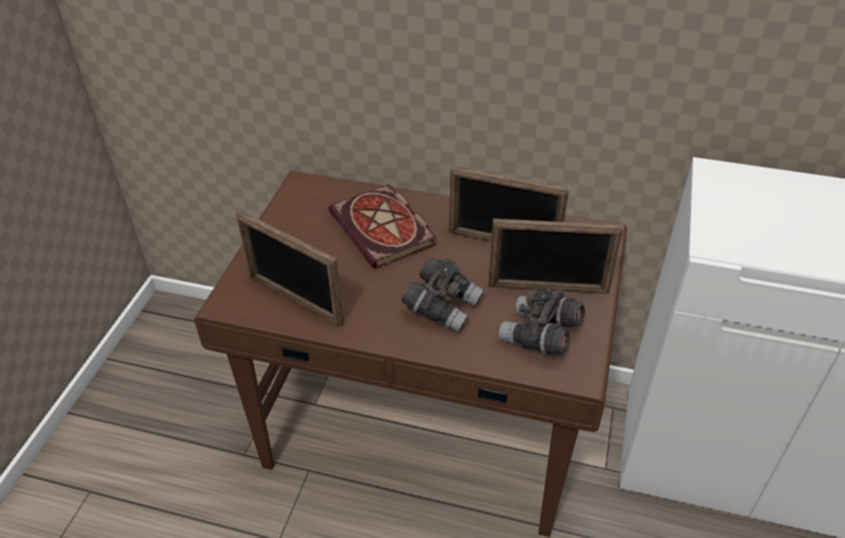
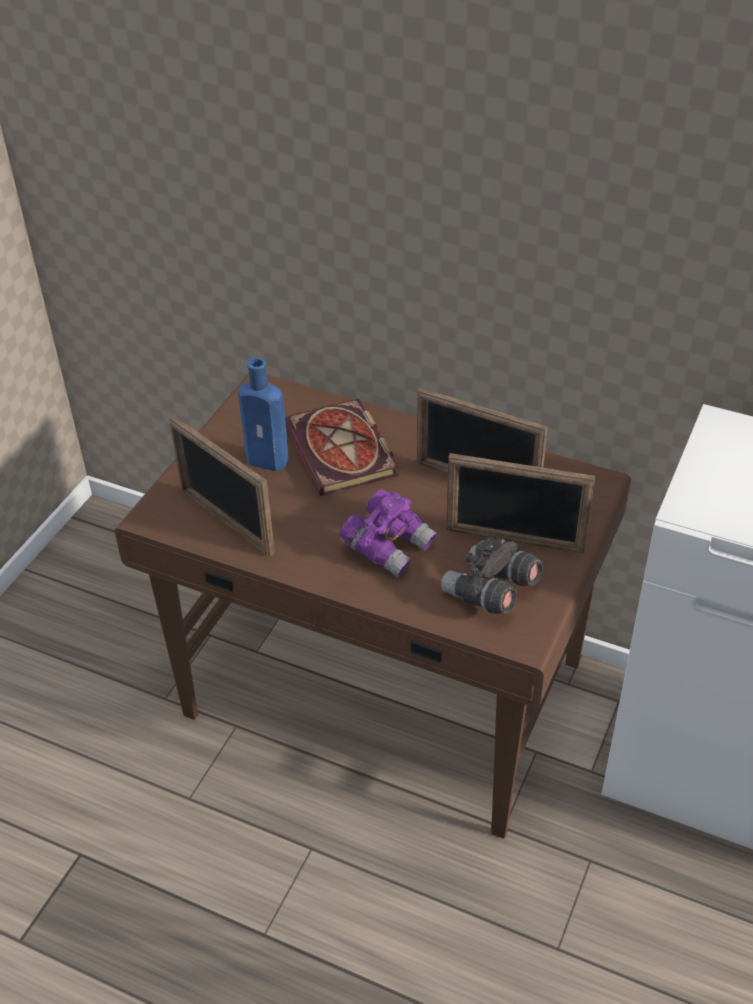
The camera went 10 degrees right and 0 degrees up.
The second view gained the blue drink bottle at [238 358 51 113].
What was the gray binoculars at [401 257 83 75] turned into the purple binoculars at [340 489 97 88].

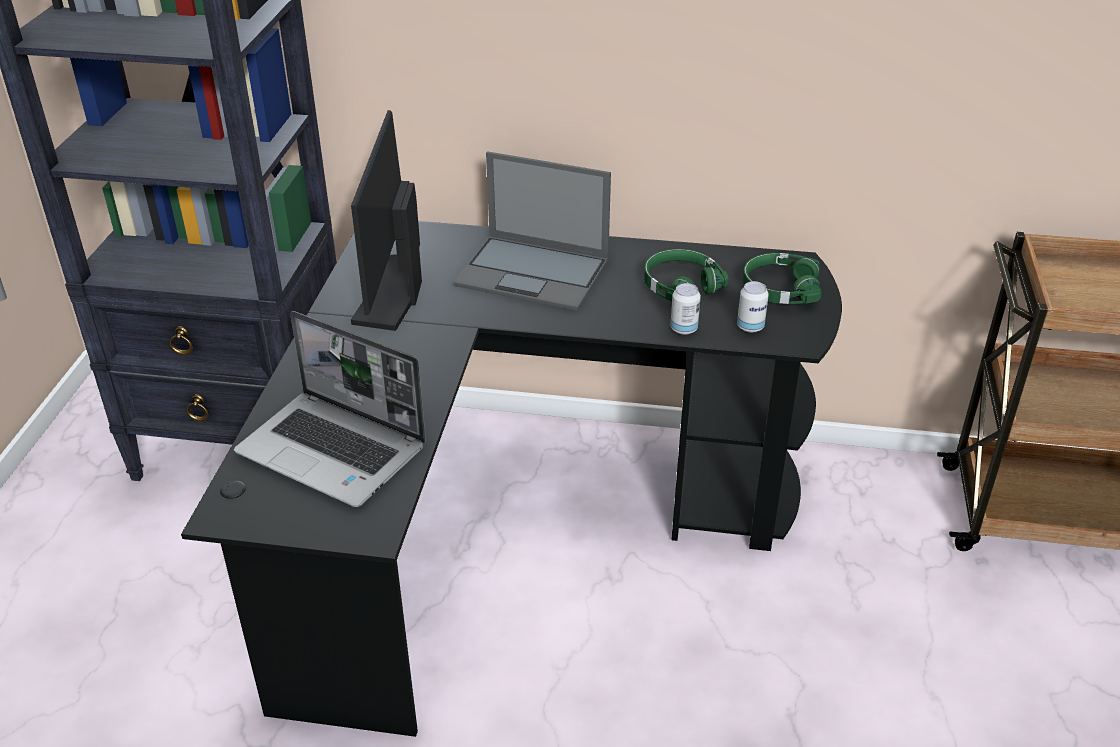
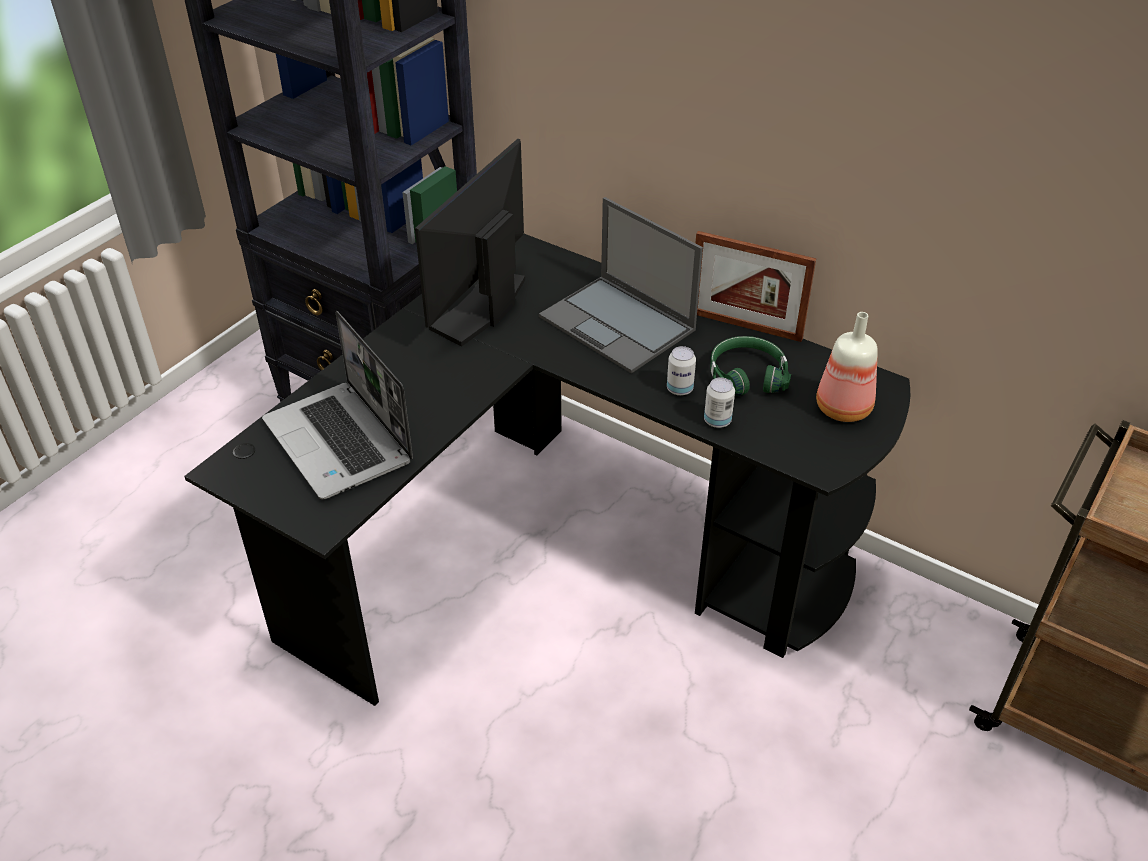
The camera went 25 degrees right and 5 degrees up.
The metal can ended up elsewhere, having gone from [737 281 32 52] to [667 346 29 50].
The second view gained the photo frame at [696 231 120 111].
Where the greenish pair of headphones stood at [743 253 79 51], the drink bottle came to stand at [816 312 62 110].

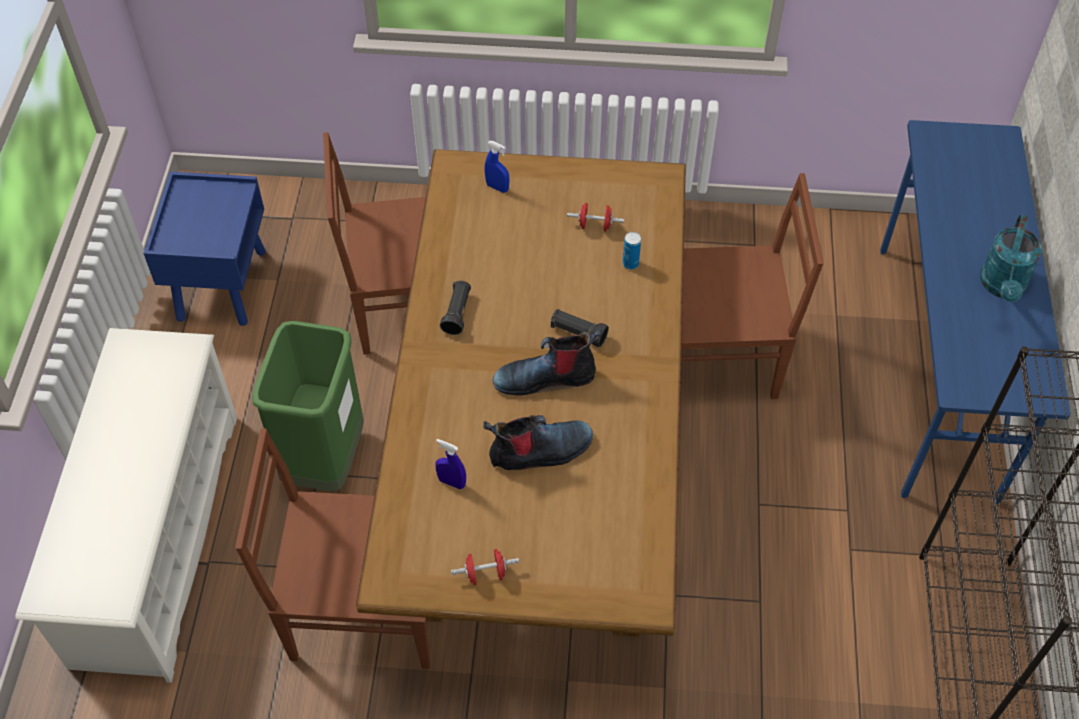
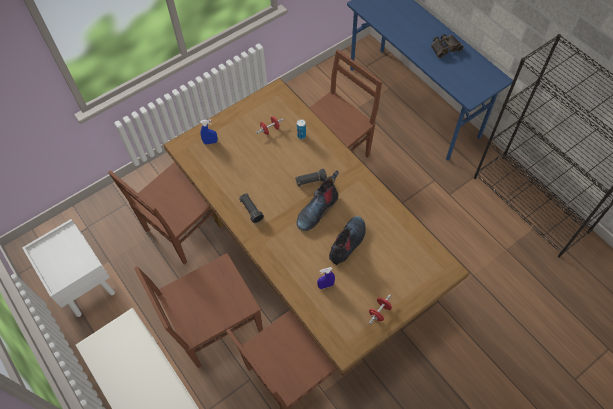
The camera went 40 degrees left and 5 degrees up.
What was the blue night table at [143 172 123 154] turned into the whitish night table at [22 219 93 98].
Where the greenish waste bin stood at [252 321 112 170], the brown chair came to stand at [134 253 129 115].
Where the turquoise-coloured watering can stood at [980 214 62 88], the binoculars came to stand at [431 34 33 24].

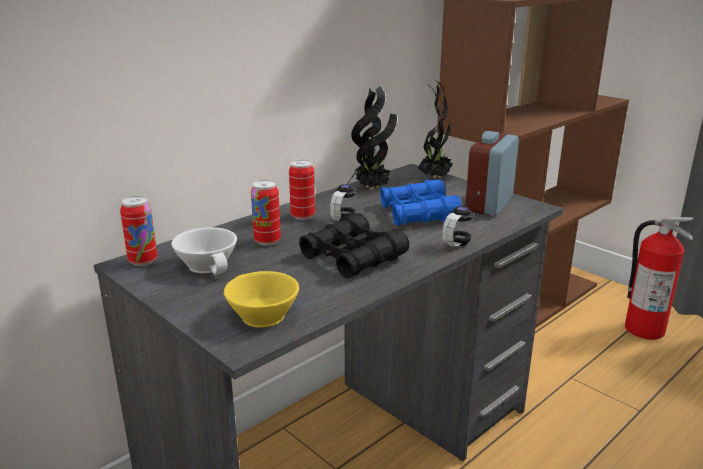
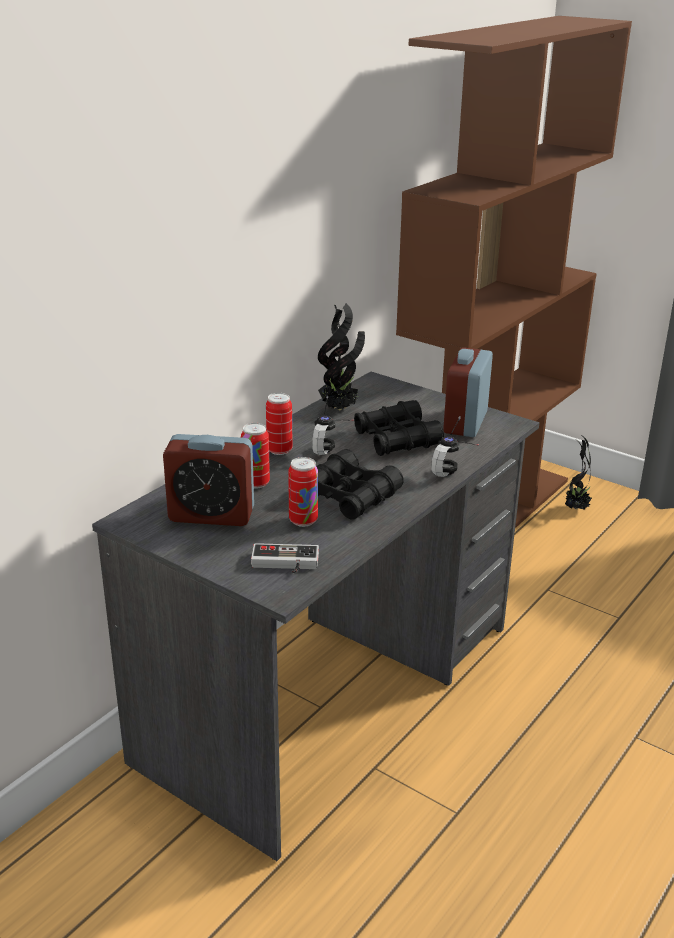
The camera went 10 degrees left and 5 degrees up.
Where the whitish drinking cup stood at [171 227 66 48], the bedside clock came to stand at [163 434 91 92].
Where the yellow drinking cup stood at [224 271 75 57], the gamepad came to stand at [251 543 68 30].
The metal can ended up elsewhere, having gone from [120 196 37 70] to [288 457 30 70].
What was the blue binoculars at [380 179 82 47] turned into the blackish binoculars at [354 400 90 56].
The potted plant ended up elsewhere, having gone from [418 81 35 97] to [565 437 27 73].
The second view lost the fire extinguisher at [625 217 69 123].

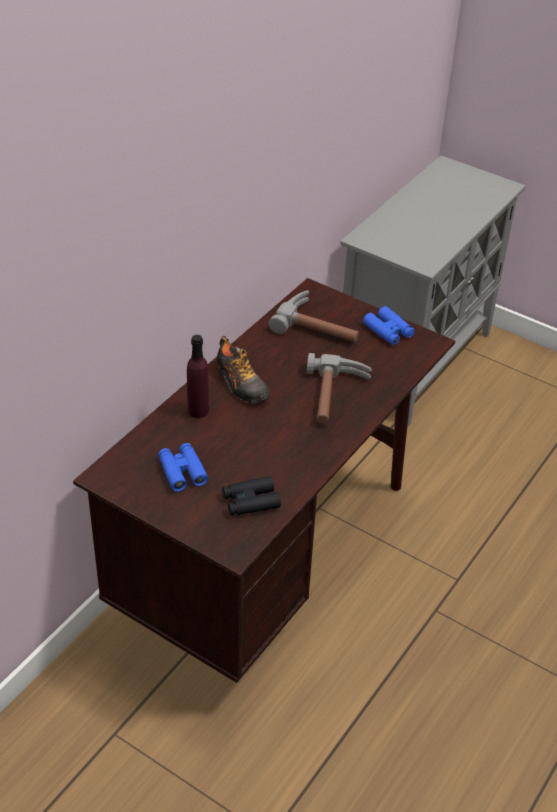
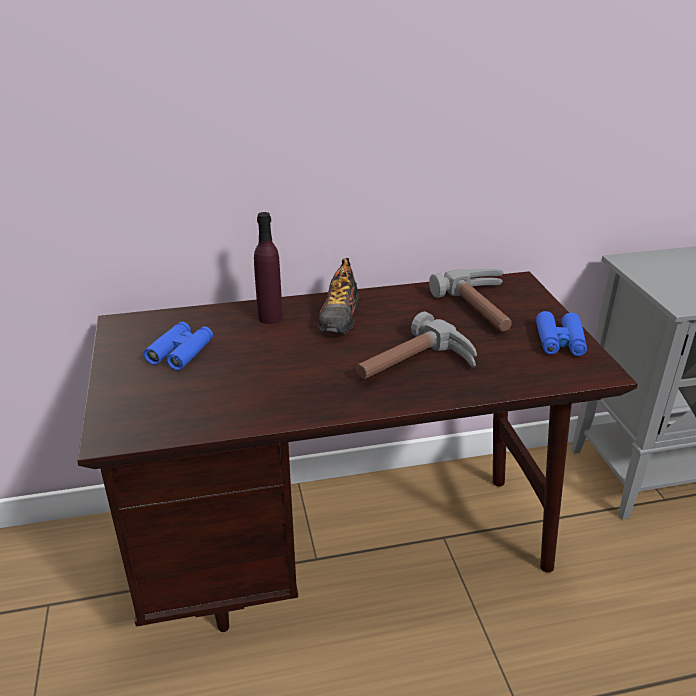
The camera went 45 degrees right and 10 degrees down.
The second view lost the blackish binoculars at [222 476 59 40].

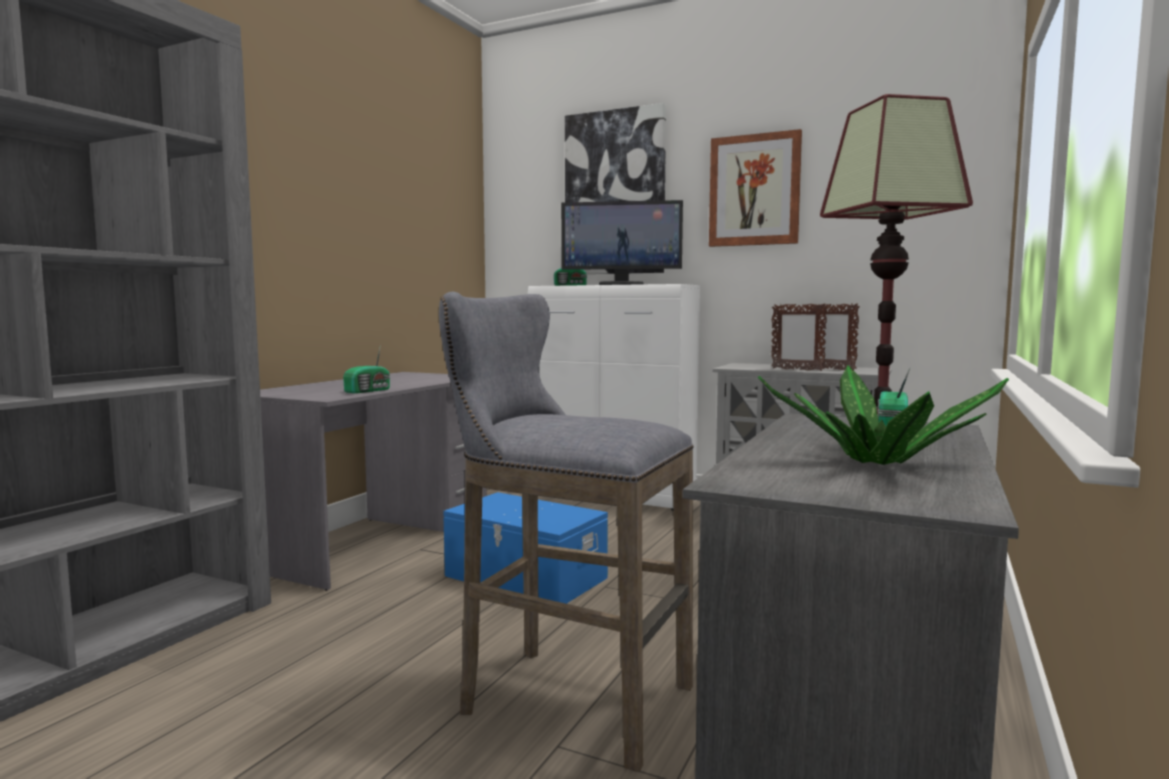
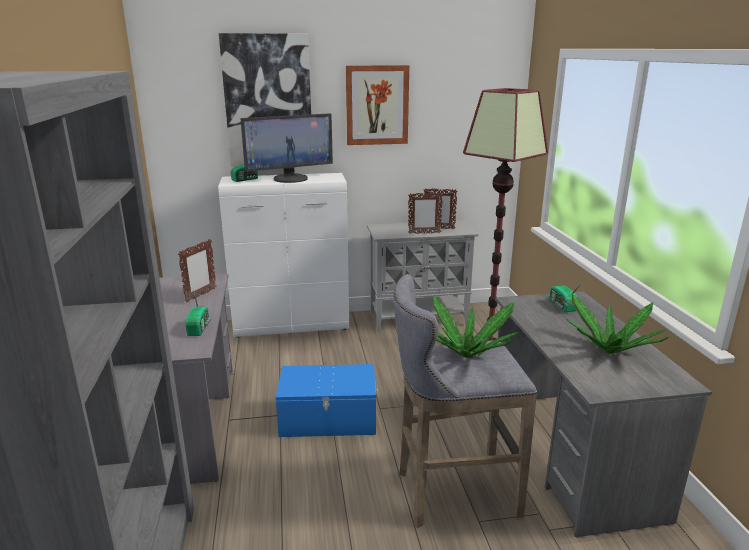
The camera went 35 degrees left and 15 degrees up.
The second view gained the photo frame at [178 239 38 64].
The second view gained the potted plant at [433 295 86 63].

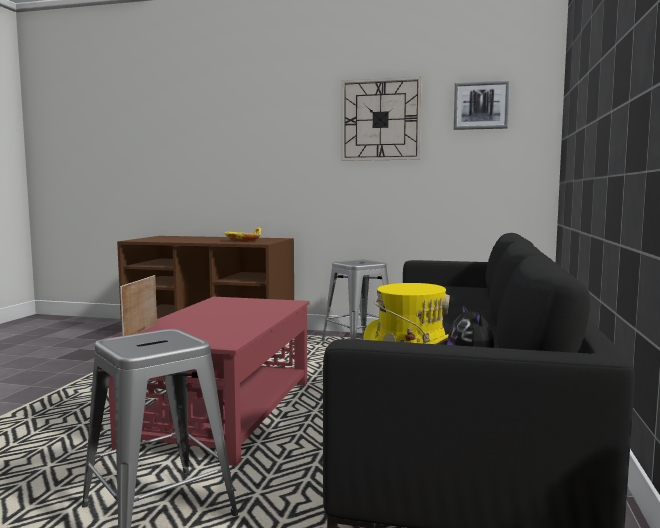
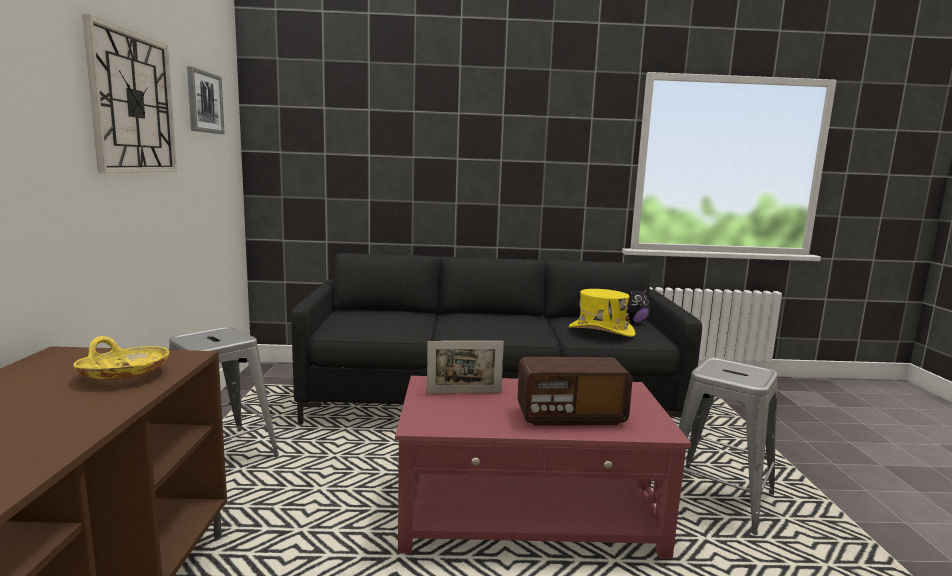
The camera went 105 degrees left and 5 degrees up.
The photo frame ended up elsewhere, having gone from [120 275 37 61] to [427 341 77 52].
The second view gained the radio at [517 357 116 69].

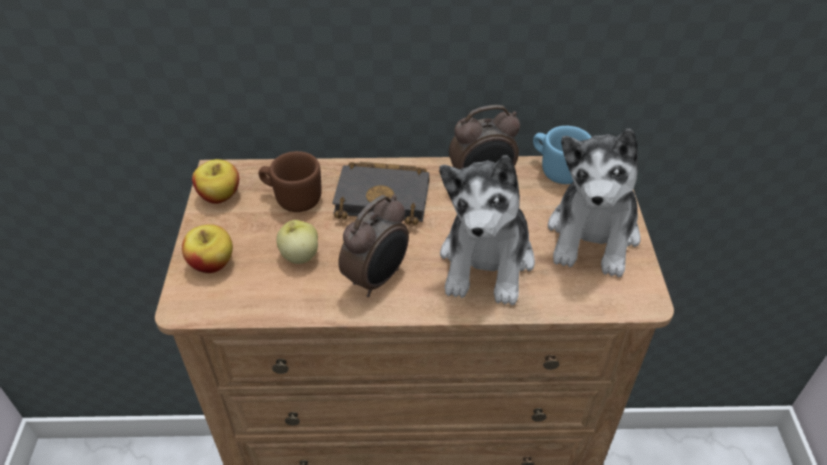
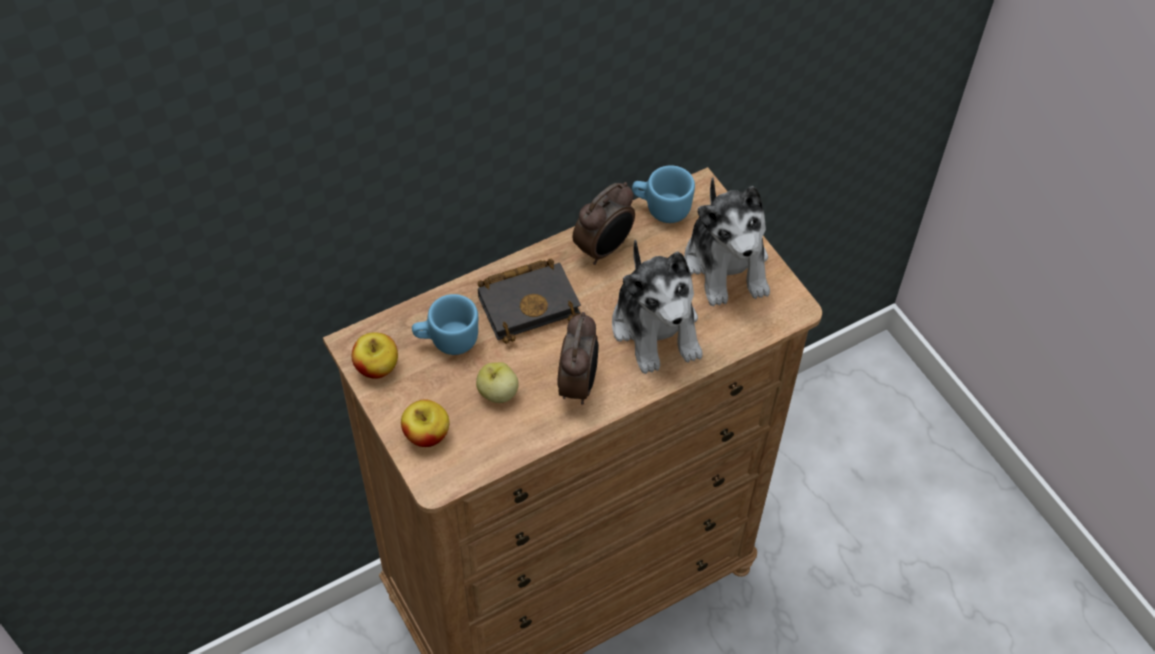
The camera went 30 degrees left and 10 degrees up.
What was the brown tea mug at [259 151 63 61] turned into the blue tea mug at [412 294 66 61].

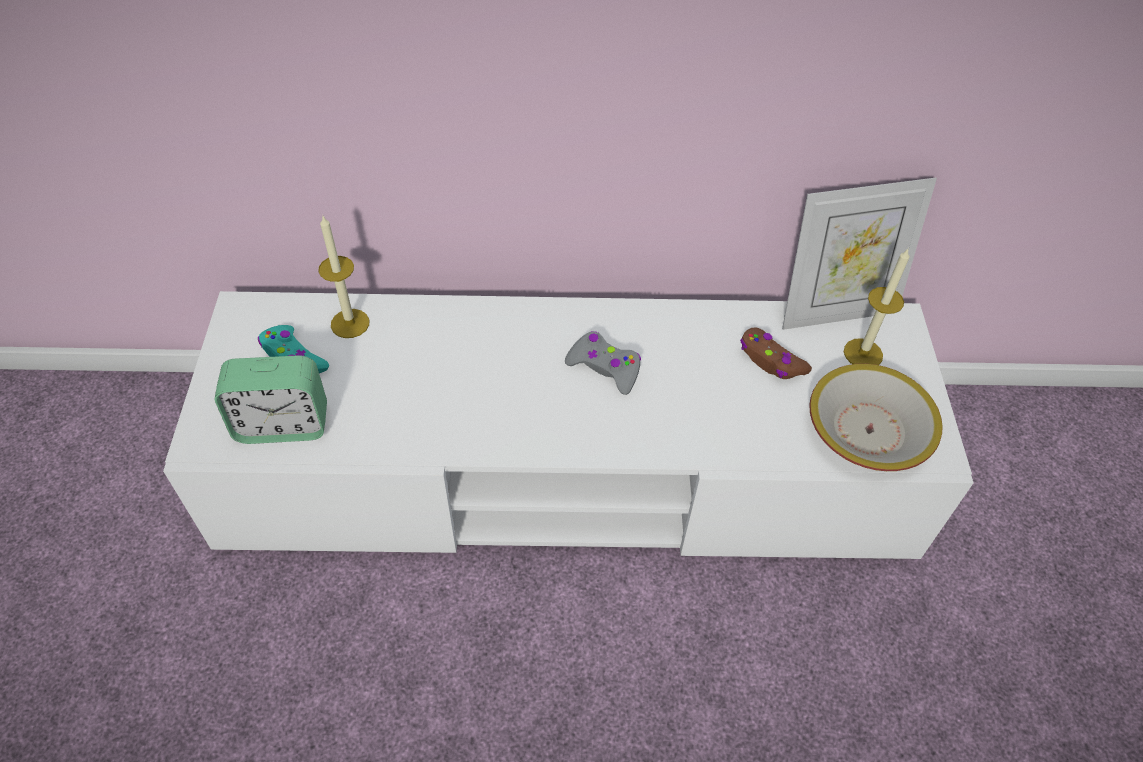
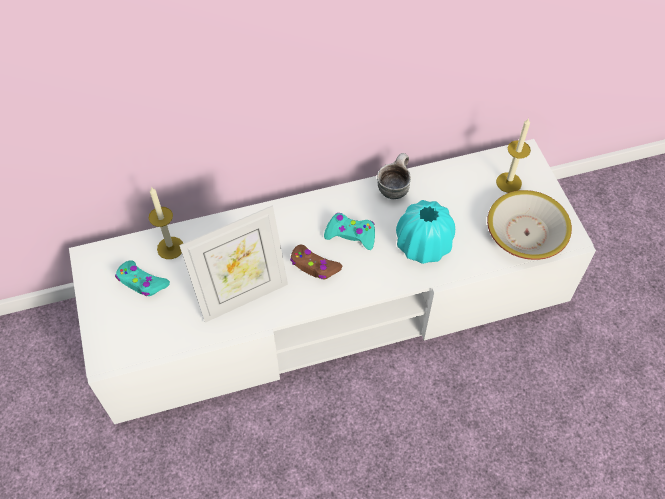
The camera went 15 degrees left and 5 degrees up.
The photo frame ended up elsewhere, having gone from [782 178 155 152] to [179 205 109 118].
The brown gamepad ended up elsewhere, having gone from [740 328 72 51] to [290 244 52 36].
What was the gray gamepad at [565 331 76 64] turned into the turquoise-coloured gamepad at [324 213 51 37].
The second view gained the tea mug at [377 153 34 46].
The second view gained the turquoise-coloured flower vase at [396 200 59 64].
The second view lost the bedside clock at [215 355 112 89].

